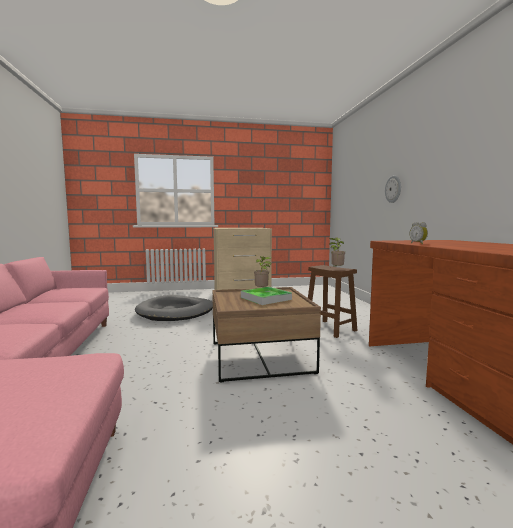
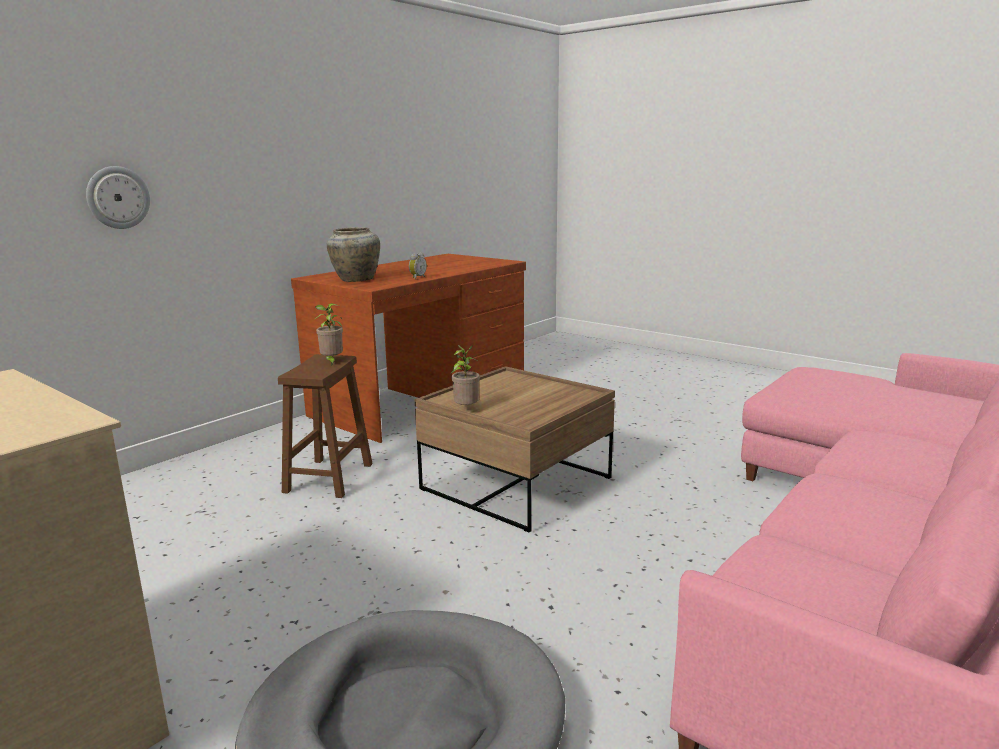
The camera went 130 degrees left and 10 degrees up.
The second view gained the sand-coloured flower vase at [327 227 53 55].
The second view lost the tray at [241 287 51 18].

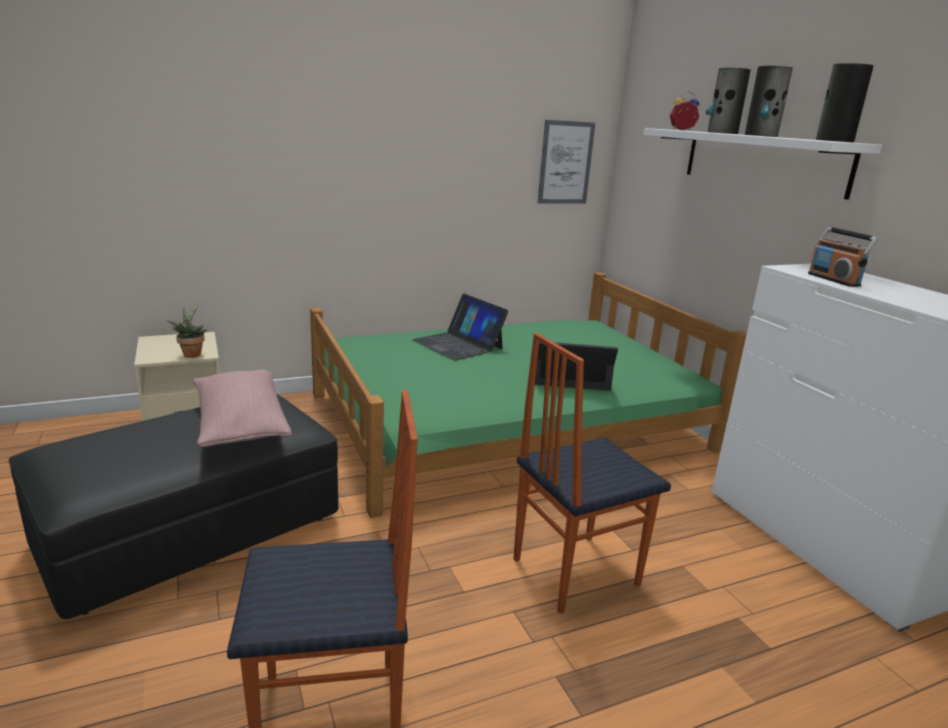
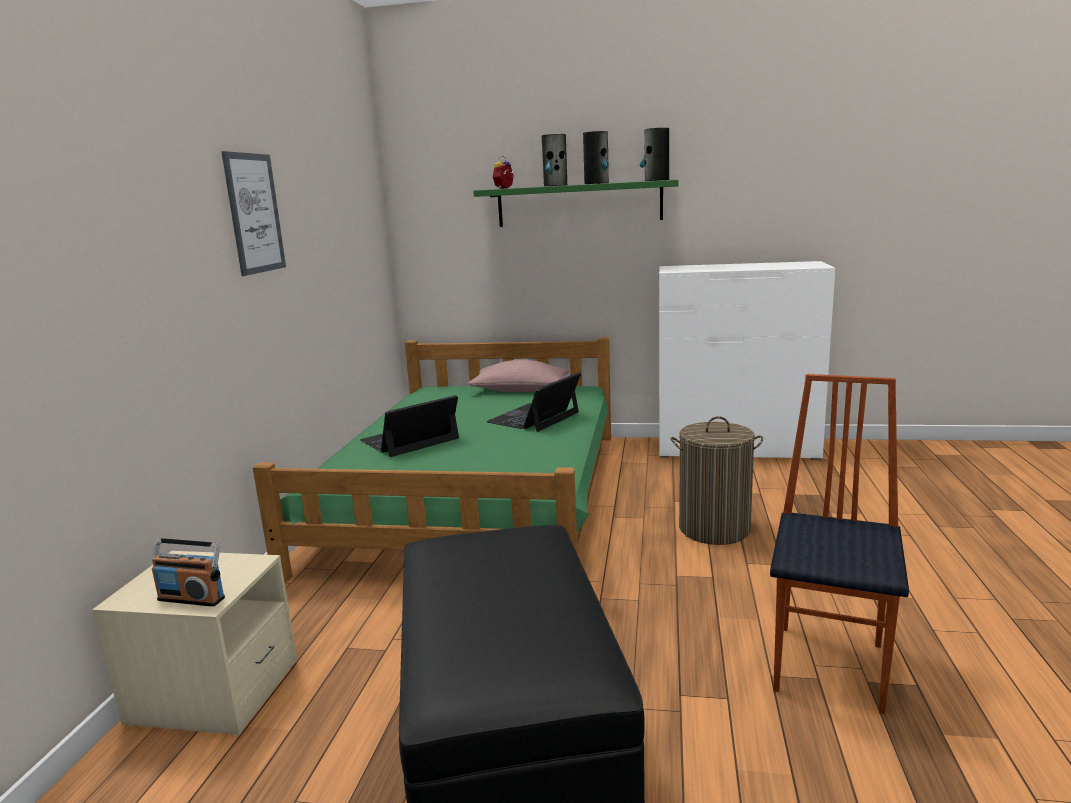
The camera went 55 degrees left and 5 degrees down.
The radio ended up elsewhere, having gone from [808 227 71 60] to [151 538 74 69].
The wall art ended up elsewhere, having gone from [538 120 57 84] to [221 151 65 125].
The laptop at [413 293 95 68] ended up facing another way, 150 degrees clockwise from before.
The pink cushion ended up elsewhere, having gone from [193 370 99 77] to [468 360 101 32].
What was the whitish shelf at [643 128 239 72] turned into the greenish shelf at [473 180 205 47].
Where the chair stood at [513 333 158 281], the hamper came to stand at [671 416 92 129].
The second view lost the potted plant at [167 302 40 56].

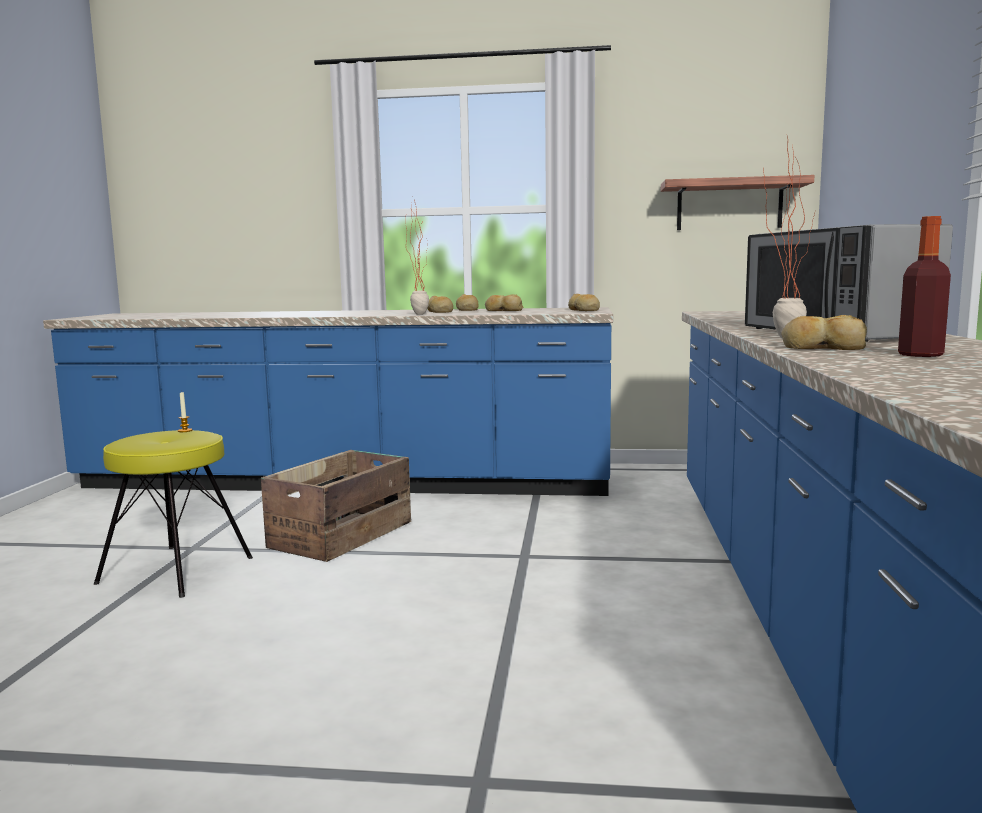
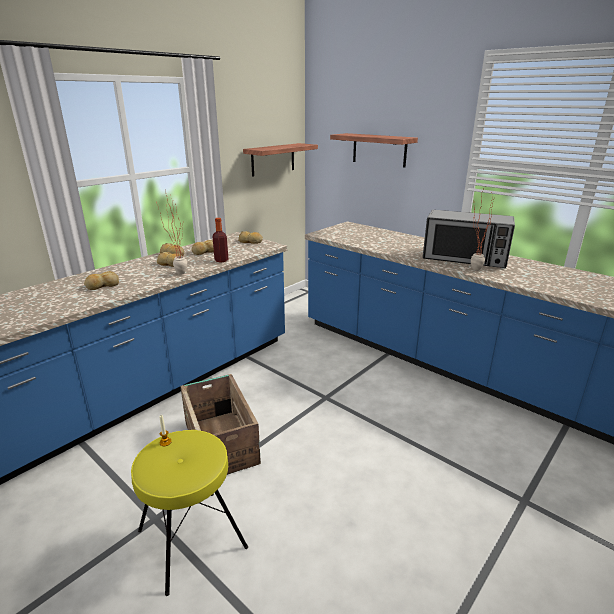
The camera went 55 degrees left and 15 degrees up.
The baked bread ended up elsewhere, having gone from [781 315 86 35] to [84 271 35 19].
The drink bottle ended up elsewhere, having gone from [898 216 53 141] to [212 218 16 44].
The second view gained the shelf at [330 133 88 34].

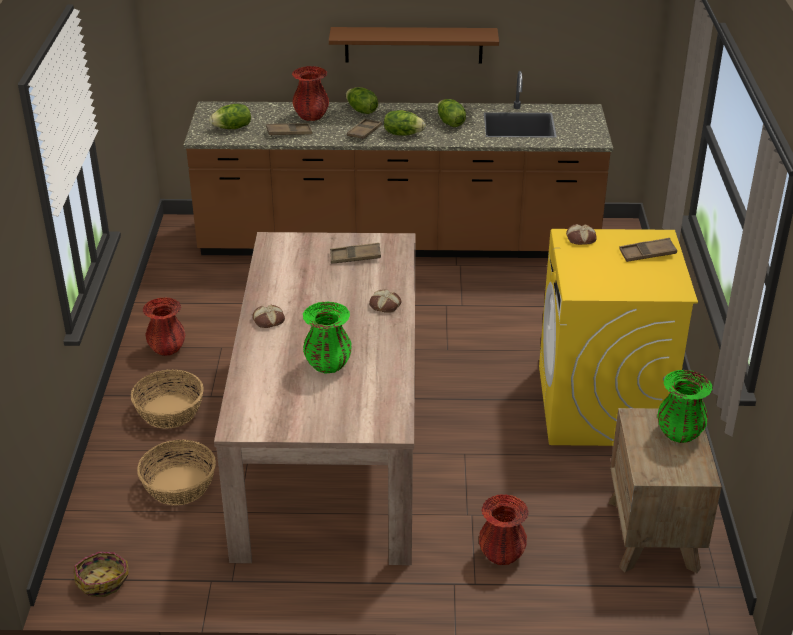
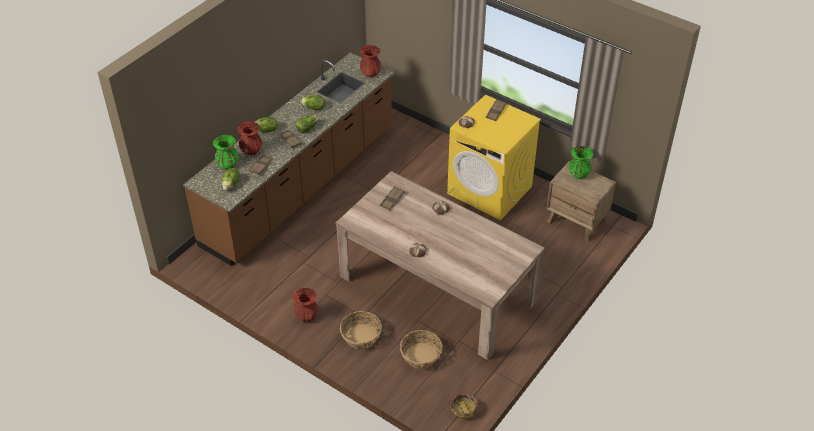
The camera went 55 degrees left and 10 degrees up.
The greenish flower vase ended up elsewhere, having gone from [303 302 49 72] to [213 135 26 34].
The reddish flower vase ended up elsewhere, having gone from [479 494 50 71] to [360 45 21 32].
The second view lost the brown shelf at [329 27 170 36].

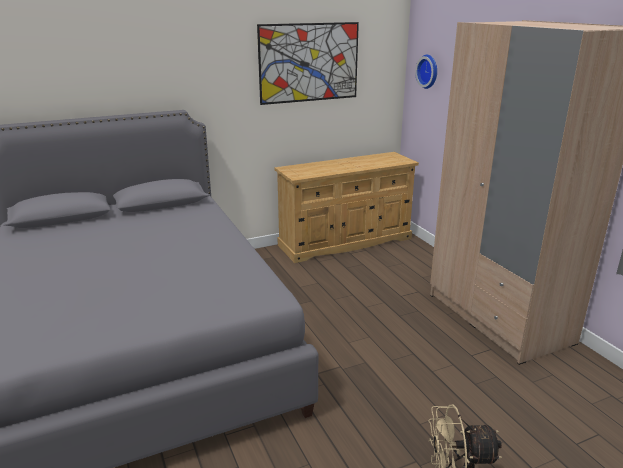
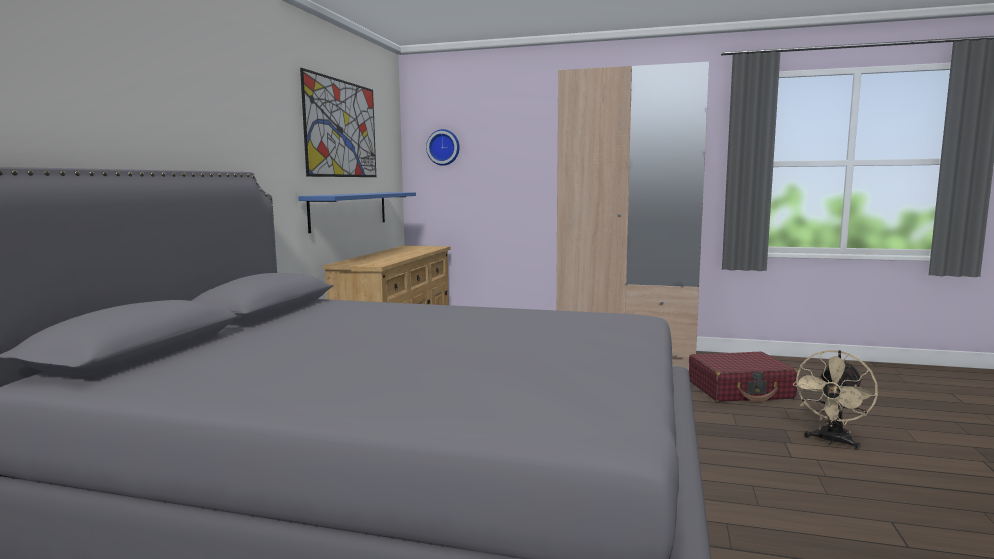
The camera went 50 degrees left and 15 degrees down.
The second view gained the blue shelf at [298 192 118 41].
The second view gained the reddish travel case at [689 352 109 50].

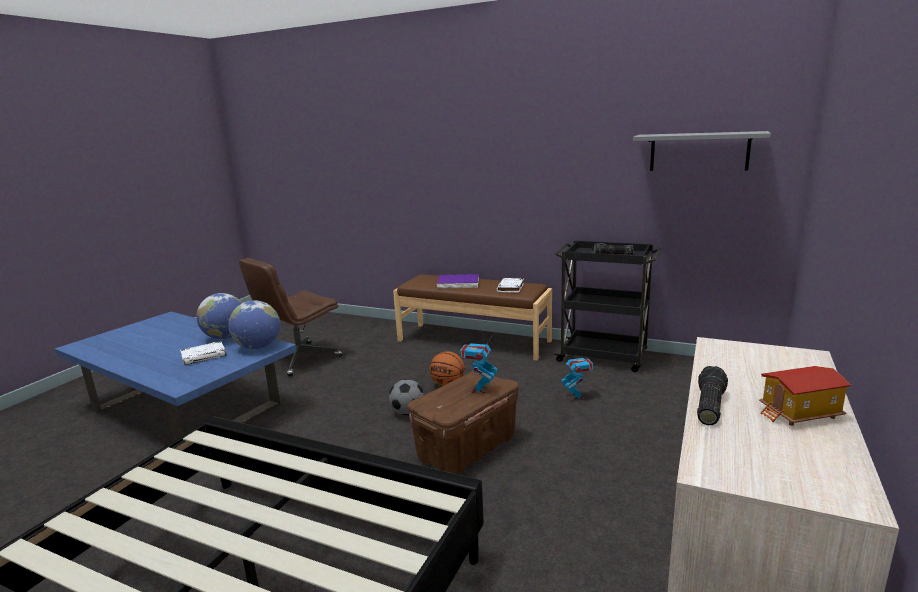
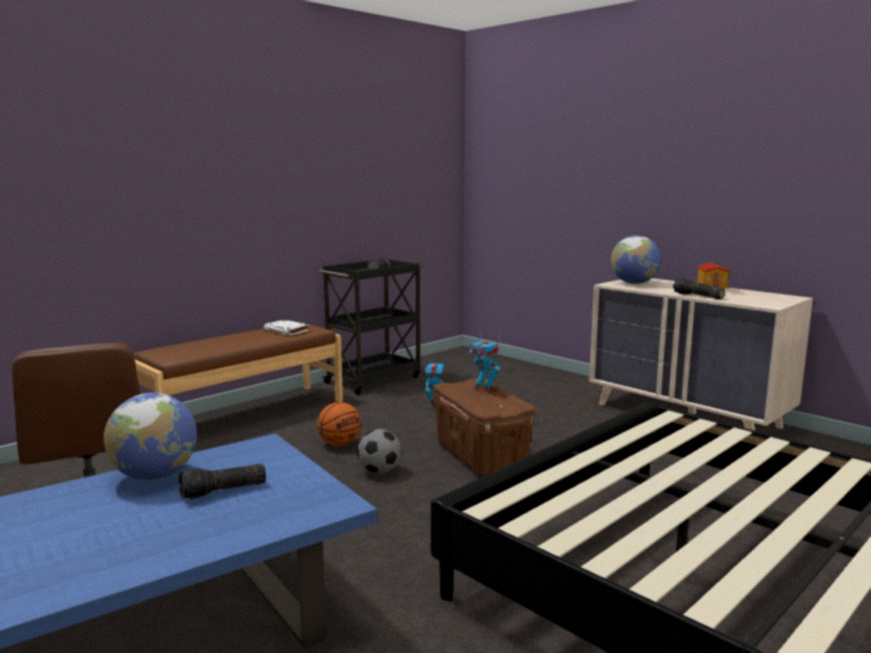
The camera went 70 degrees left and 5 degrees down.
Where the whitish volume stood at [180 341 46 24], the torch came to stand at [179 464 87 35].
The globe ended up elsewhere, having gone from [228 300 52 49] to [611 236 50 48].
The second view lost the purple volume at [436 274 43 15].
The second view lost the gray shelf at [633 131 138 40].

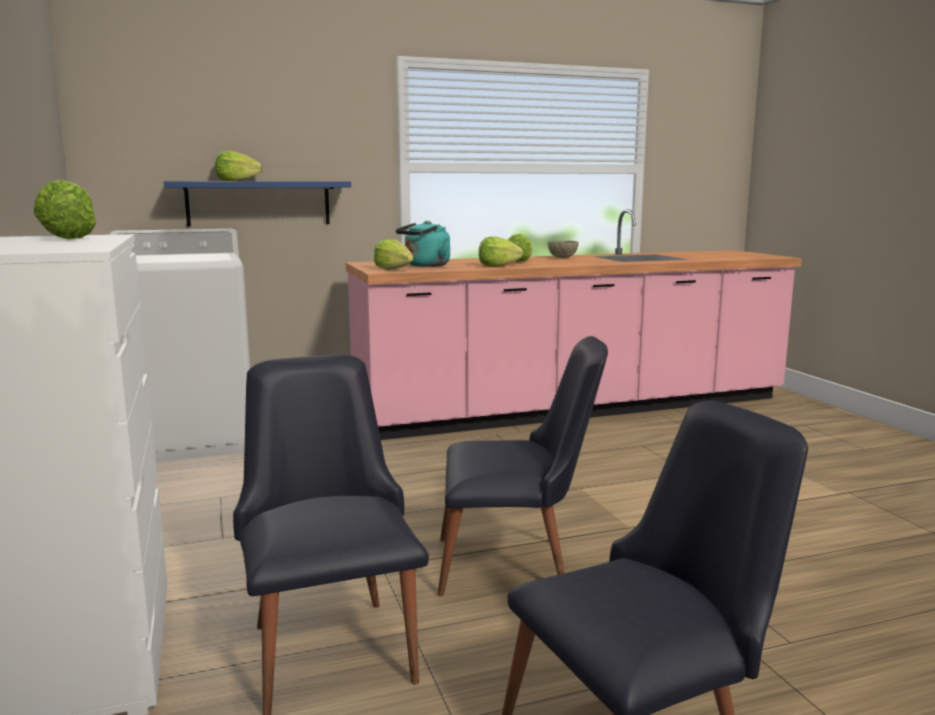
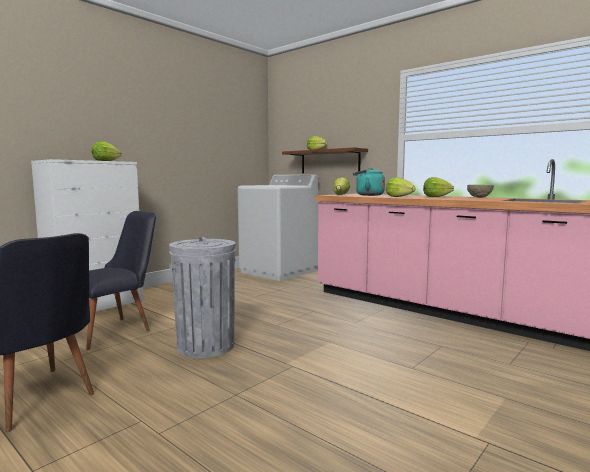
The camera went 60 degrees right and 5 degrees down.
Where the blackish chair stood at [438 336 170 260], the gray waste bin came to stand at [169 237 67 121].
What was the blue shelf at [164 181 187 45] turned into the brown shelf at [282 147 86 26].

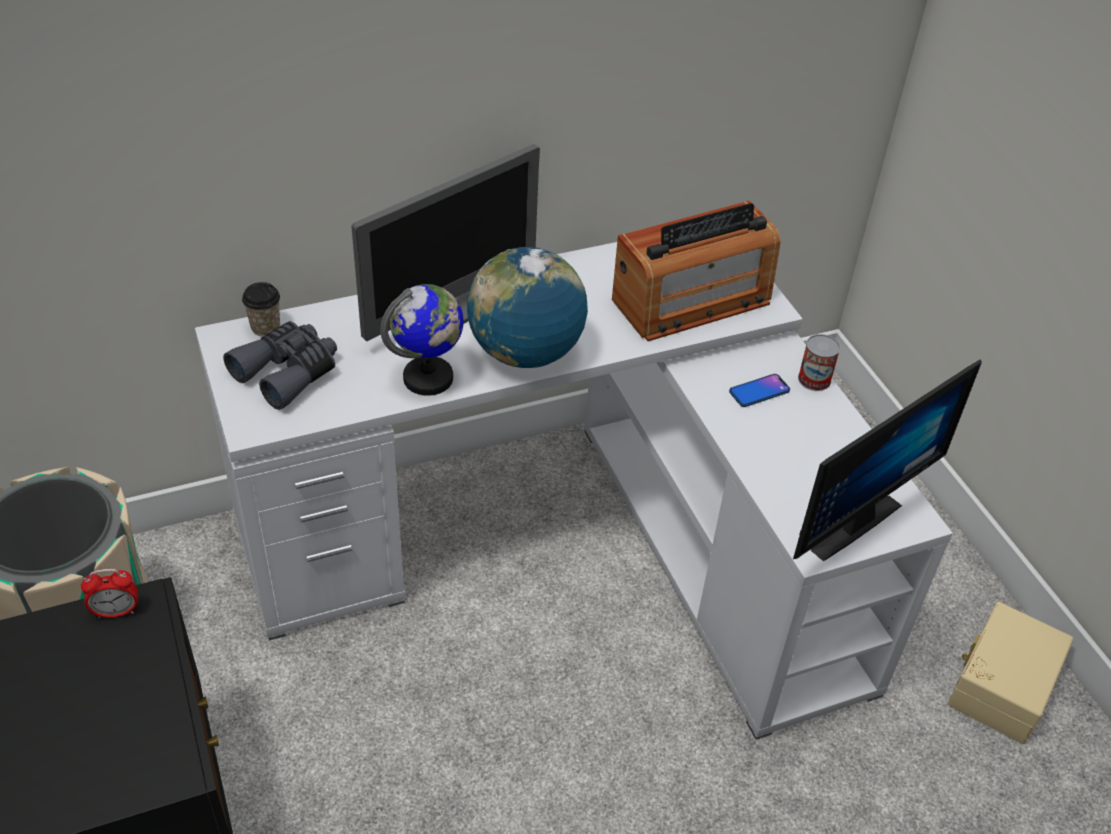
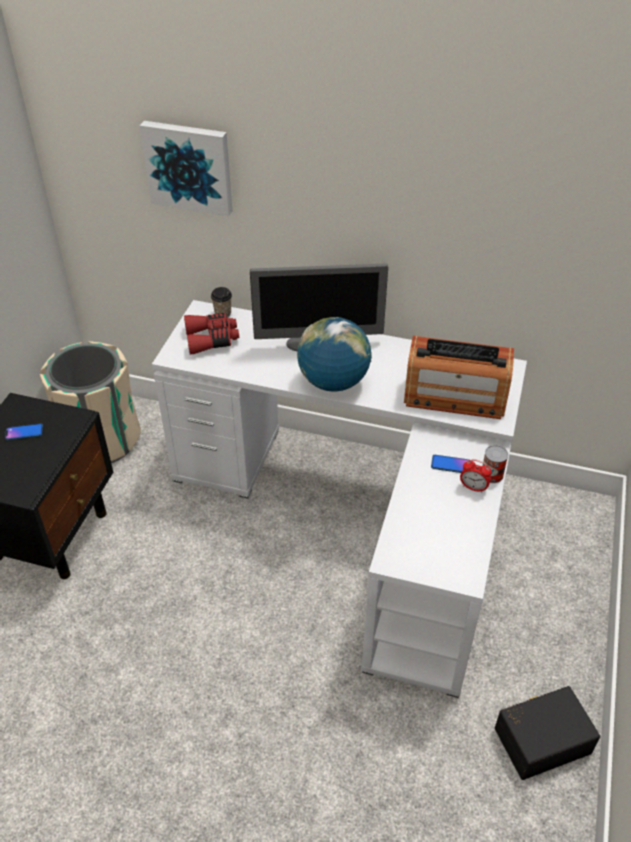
The camera went 40 degrees right and 0 degrees up.
The second view gained the handset at [5 423 38 17].
The second view gained the wall art at [139 121 93 95].
What was the gray binoculars at [223 321 114 89] turned into the reddish binoculars at [184 313 55 41].
The bedside clock ended up elsewhere, having gone from [81 569 57 50] to [460 459 32 34].
What was the sand-coloured storage box at [948 602 125 142] turned into the blackish storage box at [495 686 105 94].
The second view lost the globe at [380 284 84 112].
The second view lost the computer screen at [793 359 189 202].

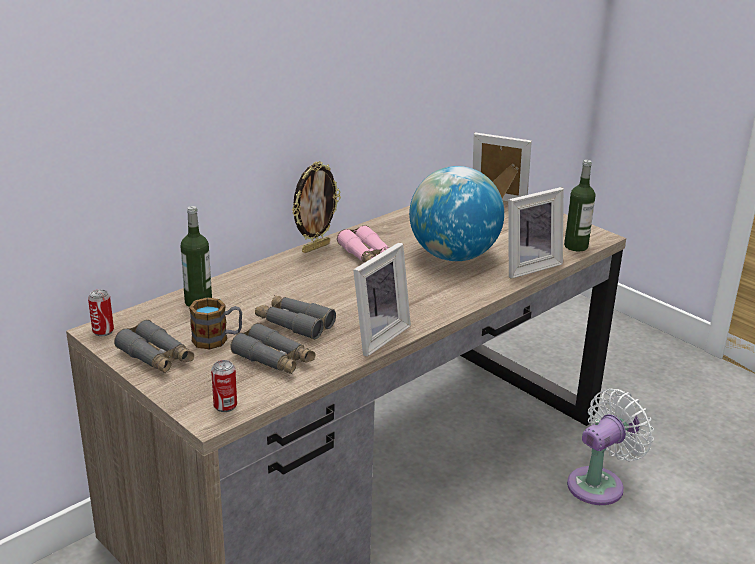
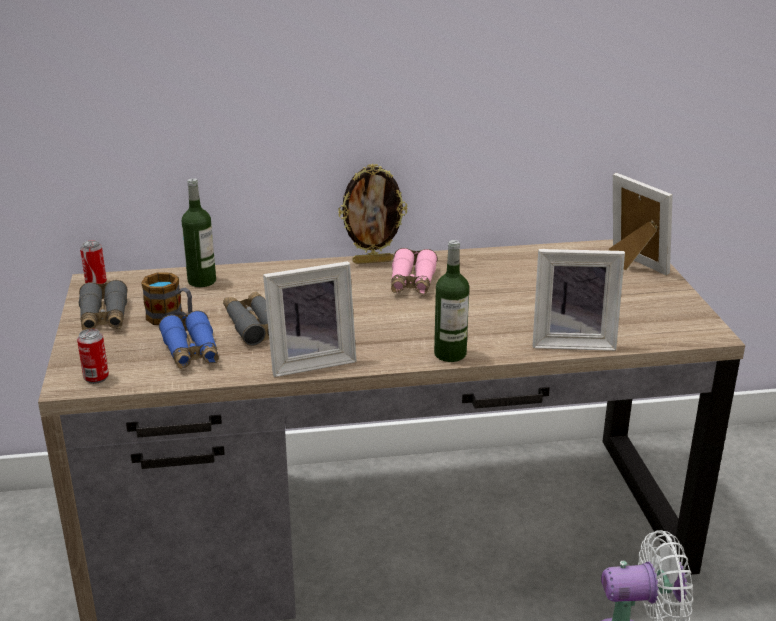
The camera went 35 degrees right and 0 degrees up.
What was the gray binoculars at [230 323 85 51] turned into the blue binoculars at [159 311 60 58].
The drink bottle ended up elsewhere, having gone from [564 160 32 91] to [434 240 35 122].
The second view lost the globe at [409 166 95 95].

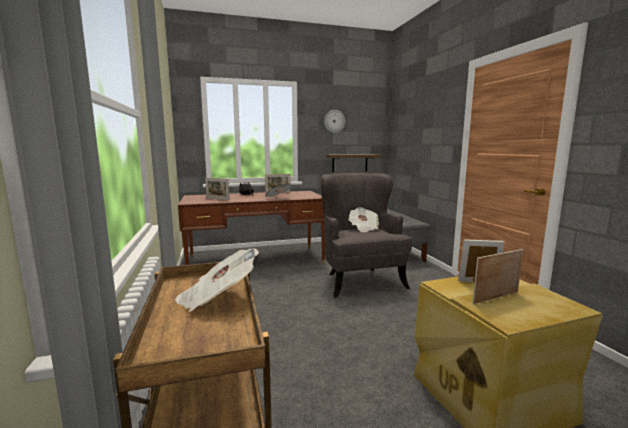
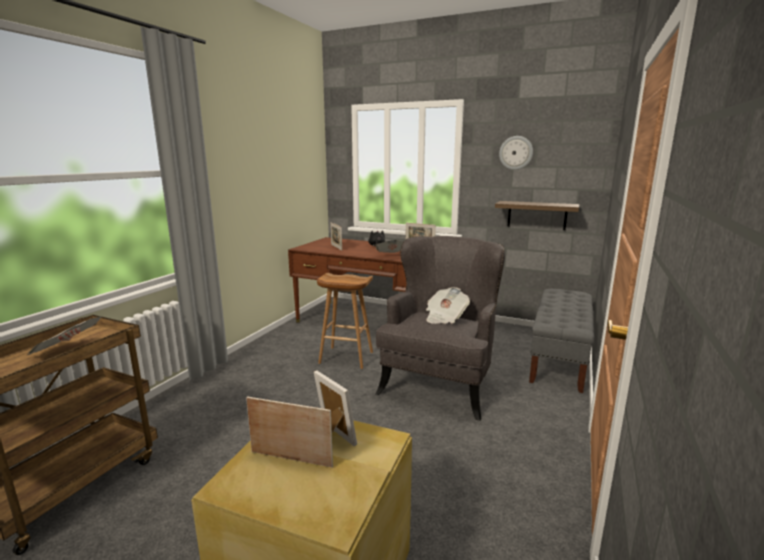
The camera went 40 degrees right and 5 degrees up.
The second view gained the brown stool at [317 273 56 96].

